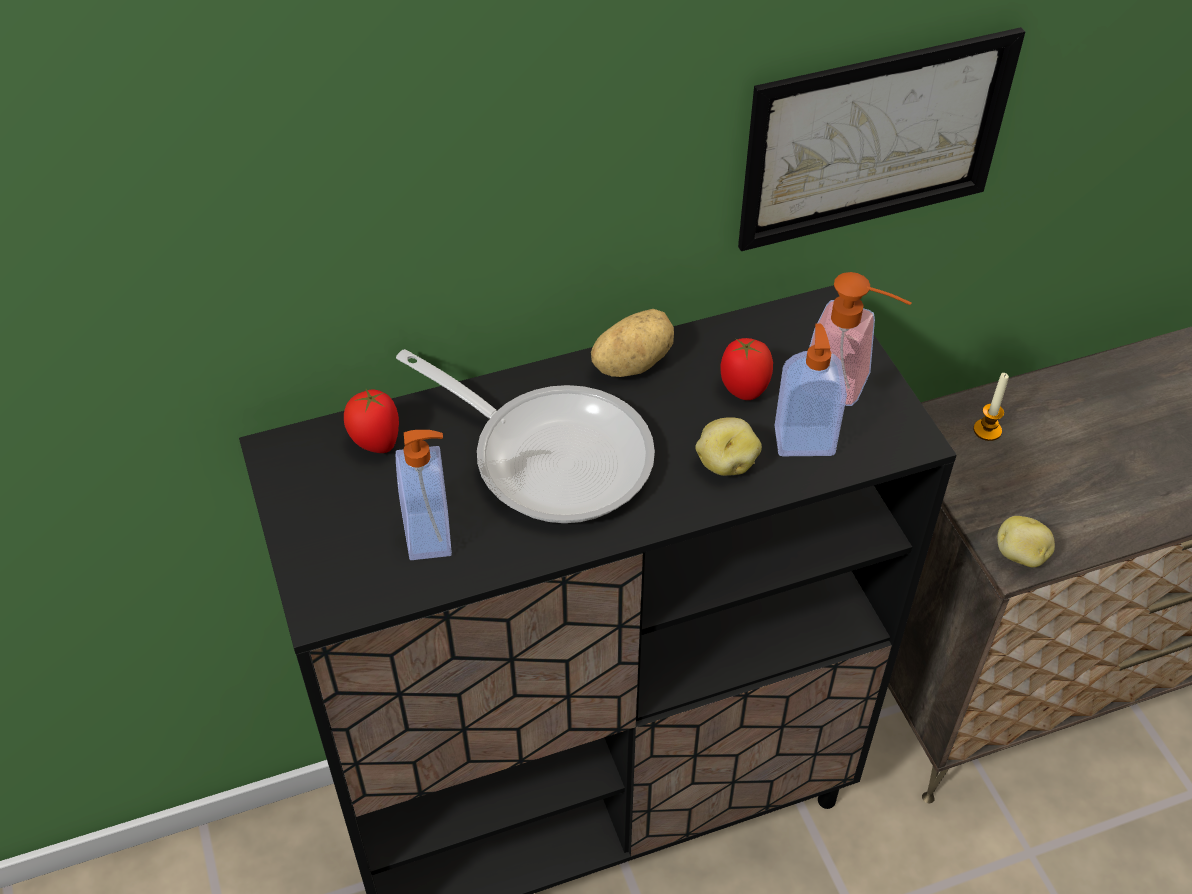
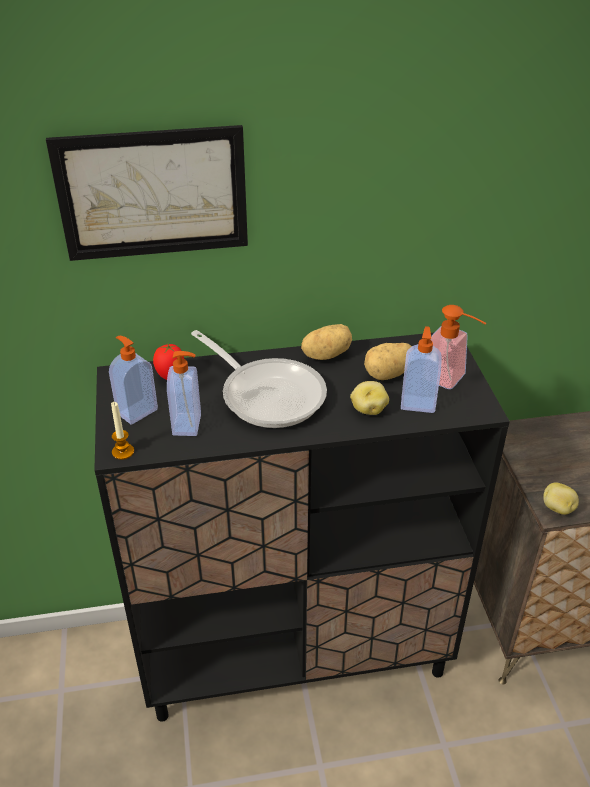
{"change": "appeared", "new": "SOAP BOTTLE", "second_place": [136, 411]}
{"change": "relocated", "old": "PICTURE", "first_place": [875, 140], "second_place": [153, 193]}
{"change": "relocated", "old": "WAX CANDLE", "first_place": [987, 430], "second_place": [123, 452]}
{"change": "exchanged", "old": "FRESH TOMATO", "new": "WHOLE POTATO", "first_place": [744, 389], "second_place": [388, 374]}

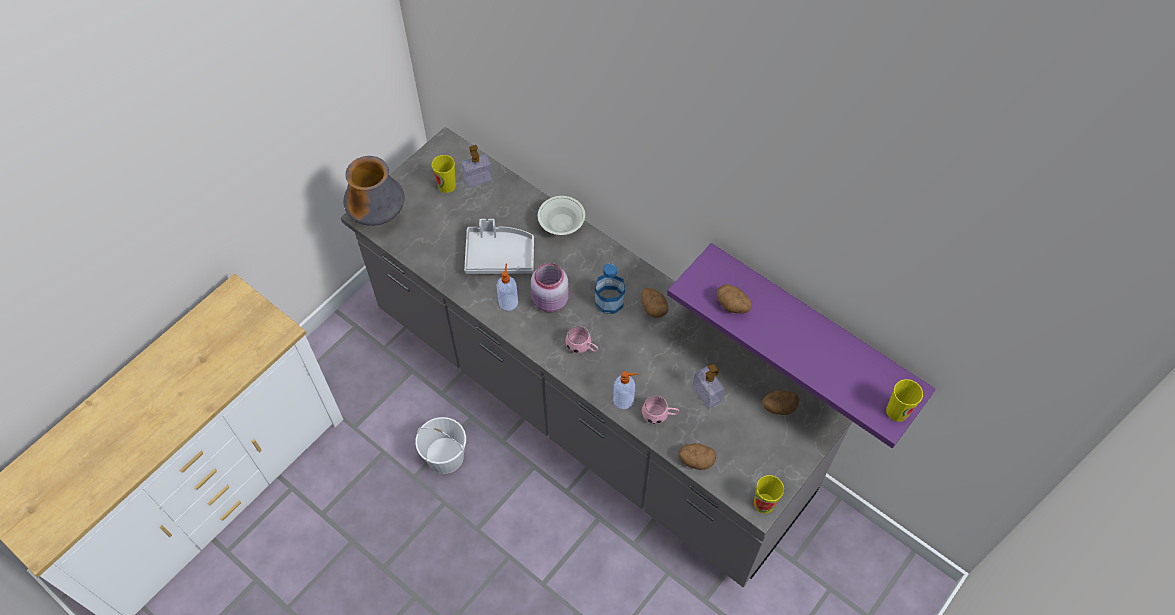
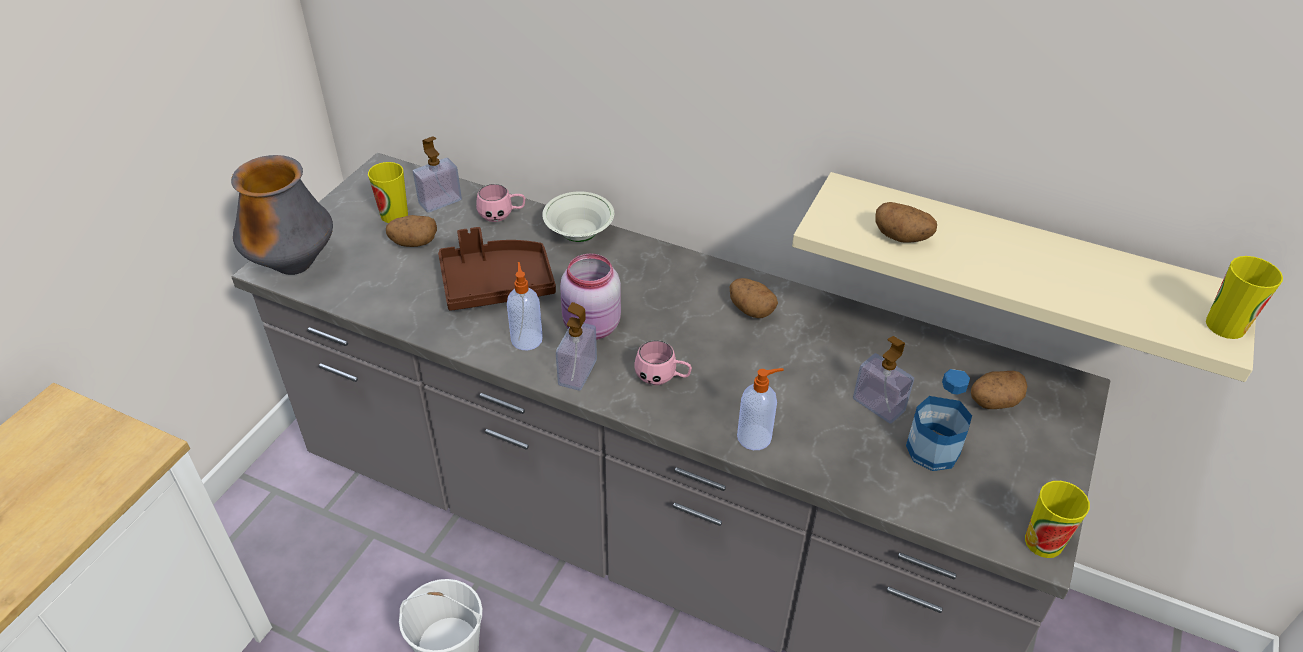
{"change": "appeared", "new": "SOAP BOTTLE", "second_place": [577, 372]}
{"change": "relocated", "old": "BEVERAGE BOTTLE", "first_place": [609, 301], "second_place": [932, 450]}
{"change": "relocated", "old": "PINK-COLOURED COFFEE MUG", "first_place": [659, 415], "second_place": [502, 215]}
{"change": "relocated", "old": "WHOLE POTATO", "first_place": [696, 460], "second_place": [413, 242]}
{"change": "colour", "old": "GREYISH CARRYING TRAY", "new": "BROWN CARRYING TRAY", "first_place": [499, 256], "second_place": [496, 284]}
{"change": "colour", "old": "PURPLE-COLOURED WALL SHELF", "new": "SAND-COLOURED WALL SHELF", "first_place": [813, 328], "second_place": [1017, 265]}

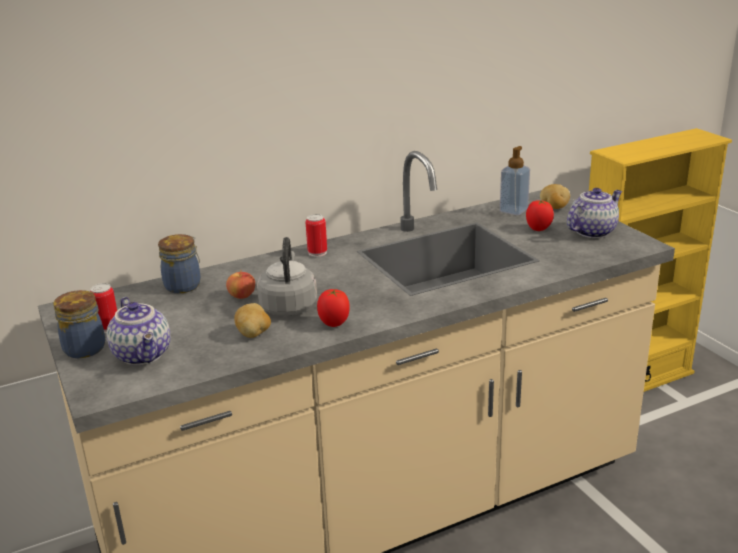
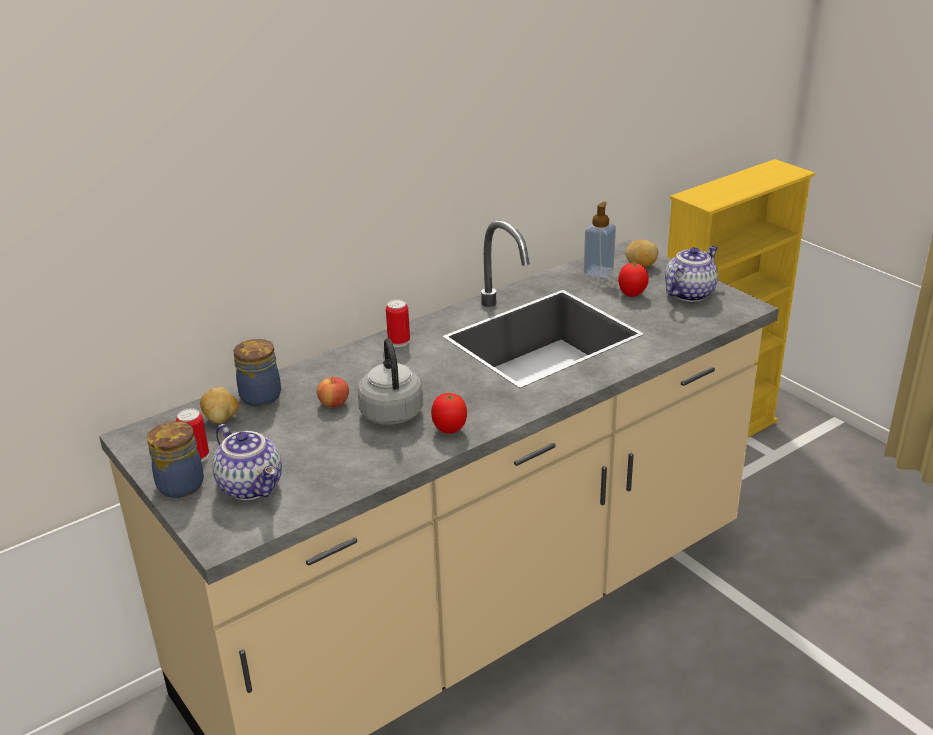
{"change": "relocated", "old": "WHOLE POTATO", "first_place": [253, 334], "second_place": [221, 419]}

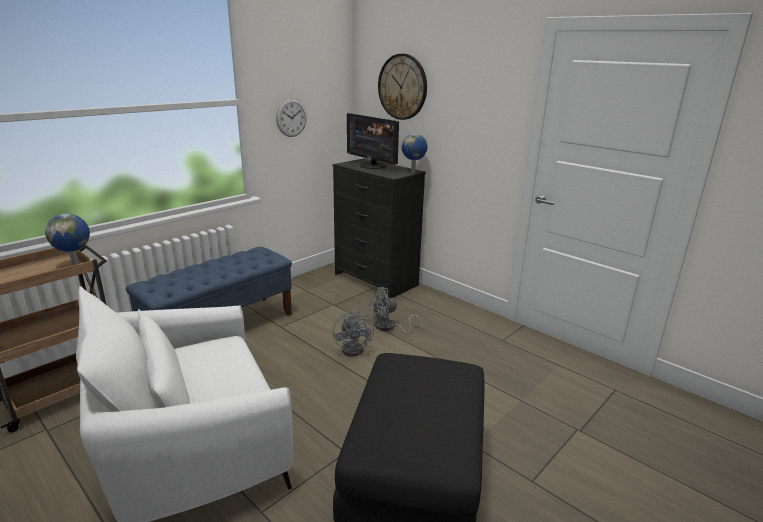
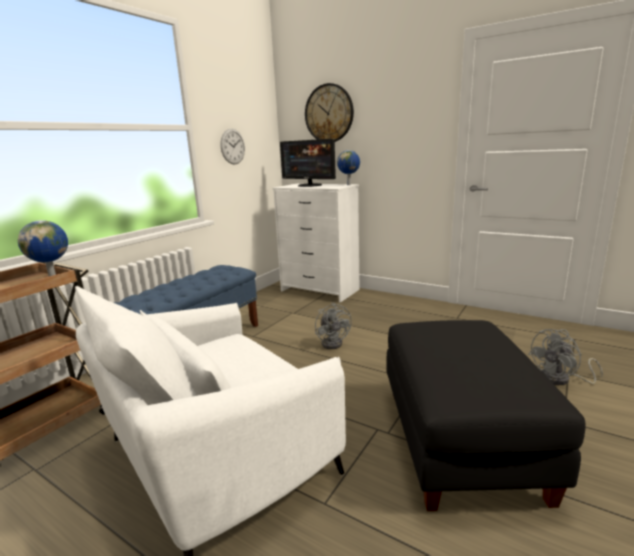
{"change": "relocated", "old": "GREYISH FAN", "first_place": [389, 327], "second_place": [561, 379]}
{"change": "colour", "old": "BLACK-COLOURED DRAWER CHEST", "new": "WHITISH DRAWER CHEST", "first_place": [375, 280], "second_place": [319, 290]}

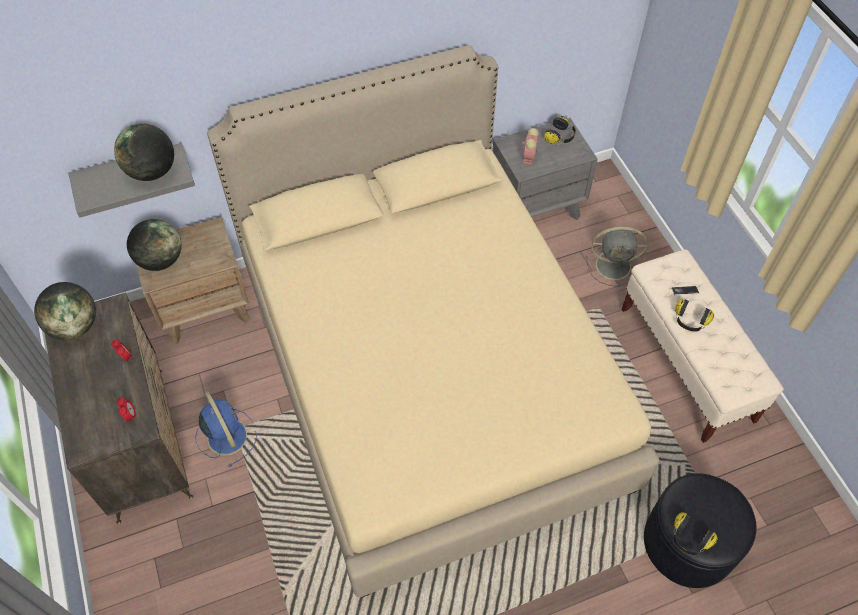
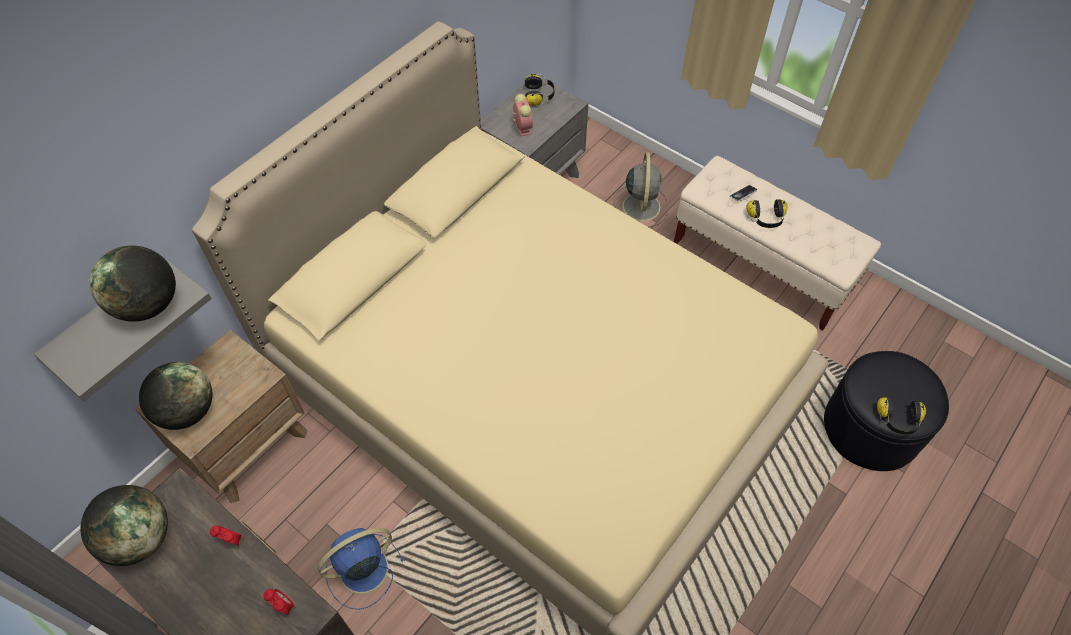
{"change": "spun", "old": "BLUE FAN", "first_place": [226, 435], "second_place": [361, 570], "degrees": -60}
{"change": "spun", "old": "GREYISH FAN", "first_place": [615, 266], "second_place": [641, 205], "degrees": -60}

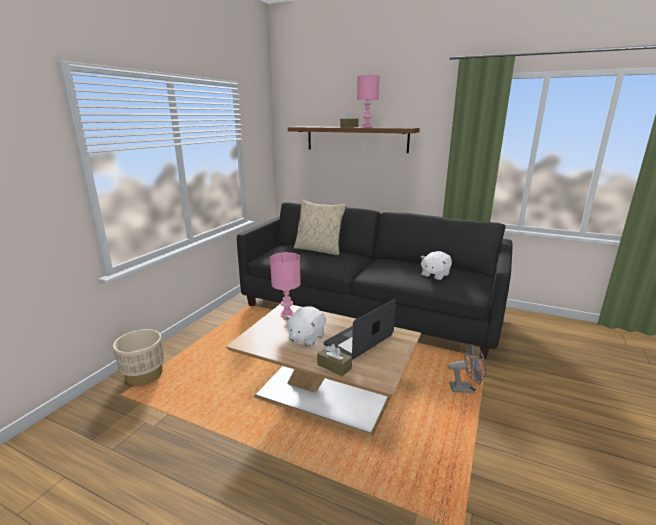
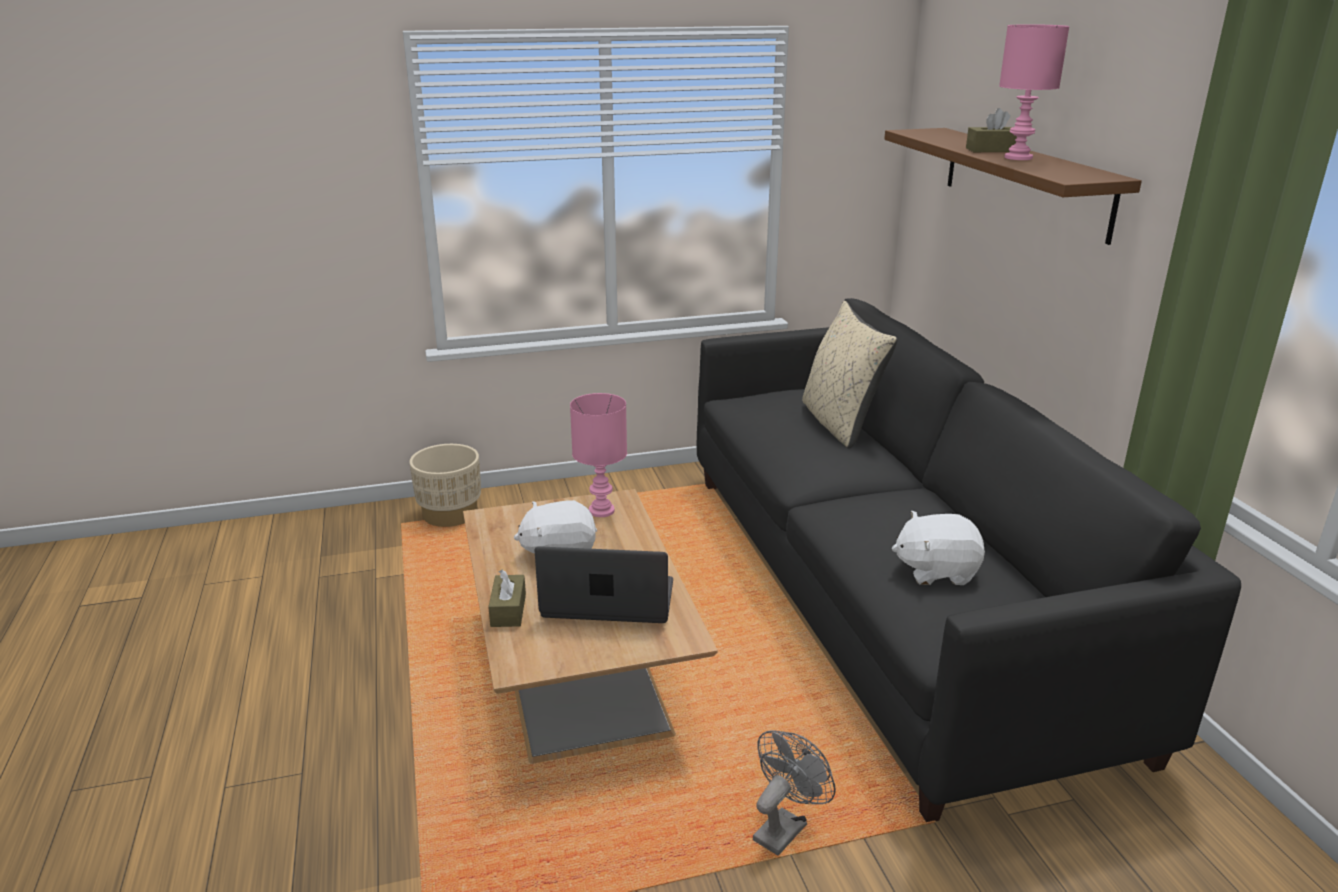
{"change": "spun", "old": "GREYISH FAN", "first_place": [466, 388], "second_place": [784, 827], "degrees": -105}

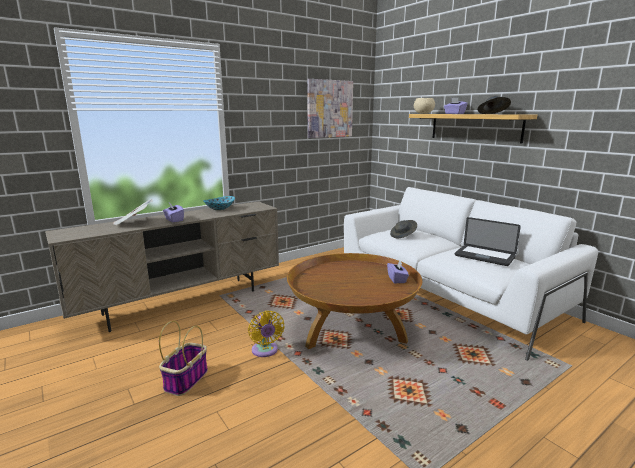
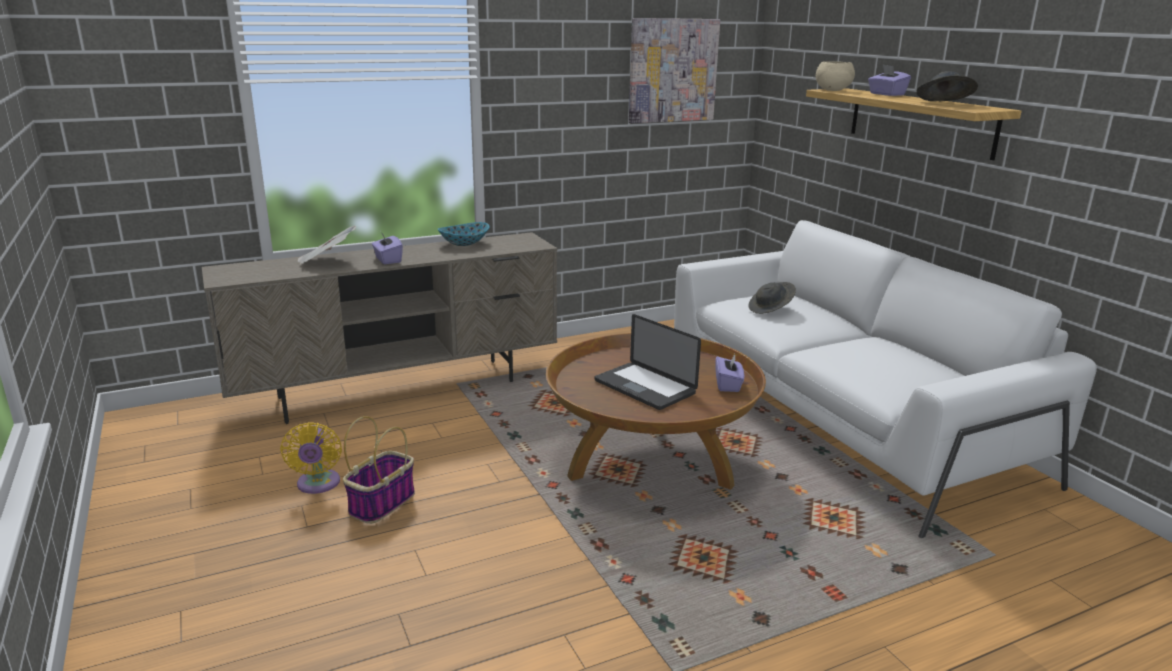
{"change": "relocated", "old": "YELLOWISH FAN", "first_place": [265, 351], "second_place": [318, 485]}
{"change": "relocated", "old": "NOTEBOOK COMPUTER", "first_place": [484, 256], "second_place": [644, 387]}

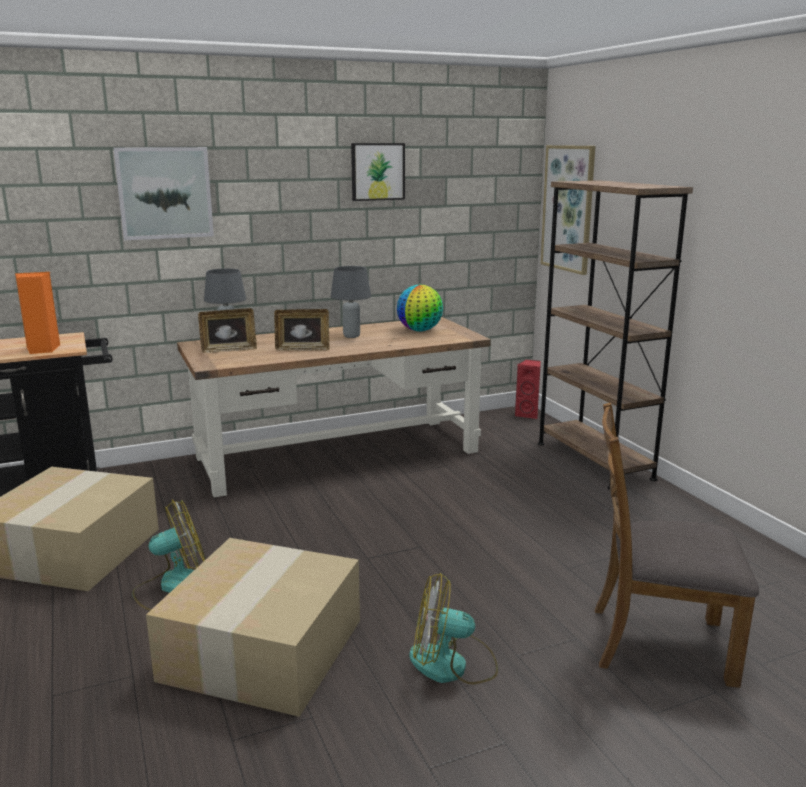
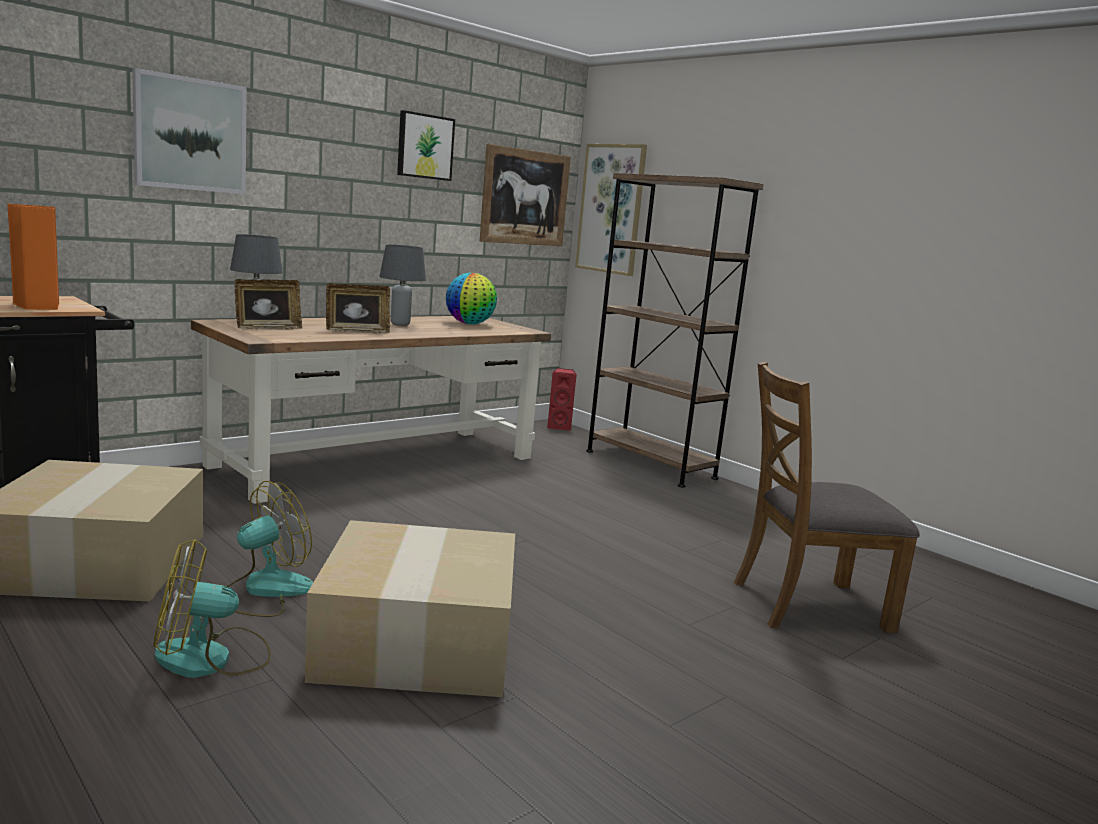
{"change": "appeared", "new": "PICTURE", "second_place": [525, 197]}
{"change": "relocated", "old": "FAN", "first_place": [452, 665], "second_place": [211, 658]}

